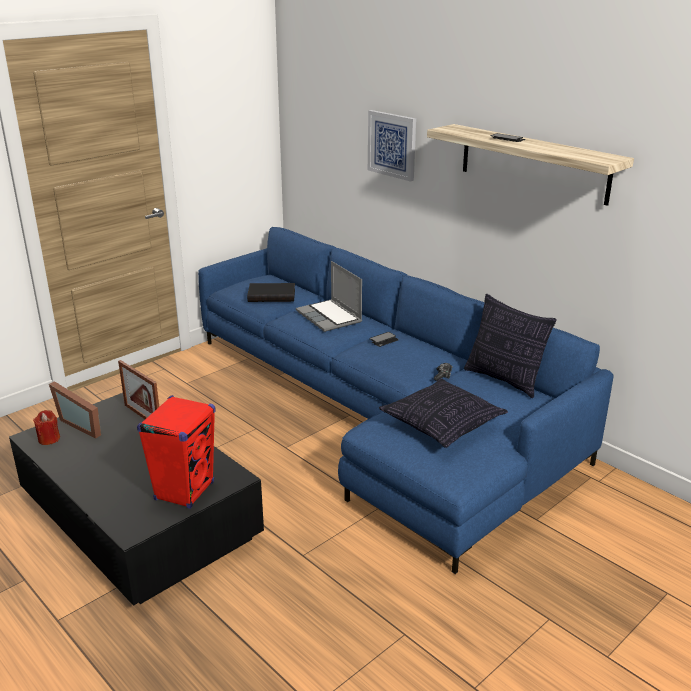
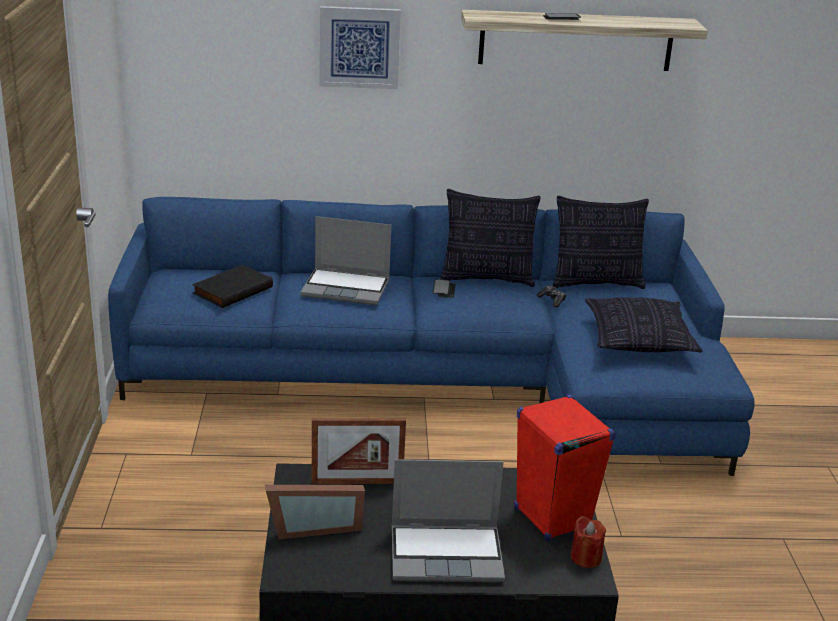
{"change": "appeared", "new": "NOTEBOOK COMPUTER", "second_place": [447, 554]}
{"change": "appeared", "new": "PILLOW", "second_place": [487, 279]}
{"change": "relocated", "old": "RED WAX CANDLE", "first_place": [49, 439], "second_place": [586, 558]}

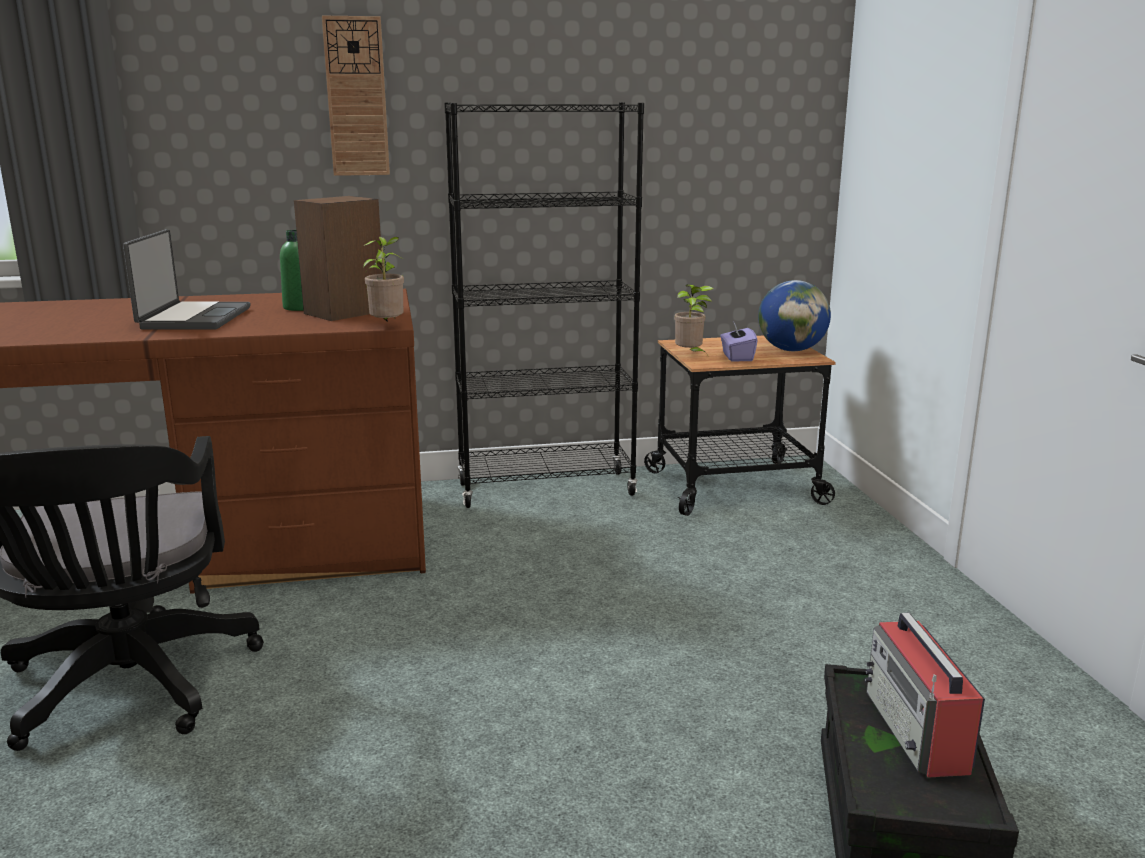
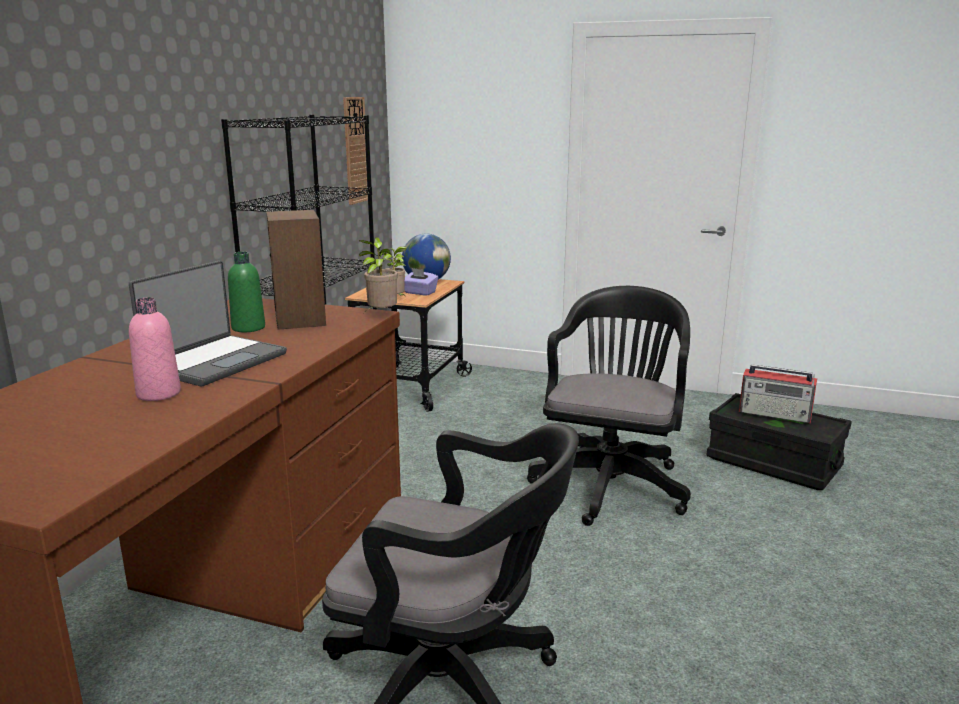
{"change": "appeared", "new": "PINK-COLOURED BEVERAGE BOTTLE", "second_place": [158, 394]}
{"change": "appeared", "new": "BLACK-COLOURED COMPUTER CHAIR", "second_place": [611, 483]}
{"change": "relocated", "old": "CLOCK ON THE WALL", "first_place": [356, 97], "second_place": [355, 150]}
{"change": "spun", "old": "NOTEBOOK COMPUTER", "first_place": [193, 318], "second_place": [215, 362], "degrees": 90}

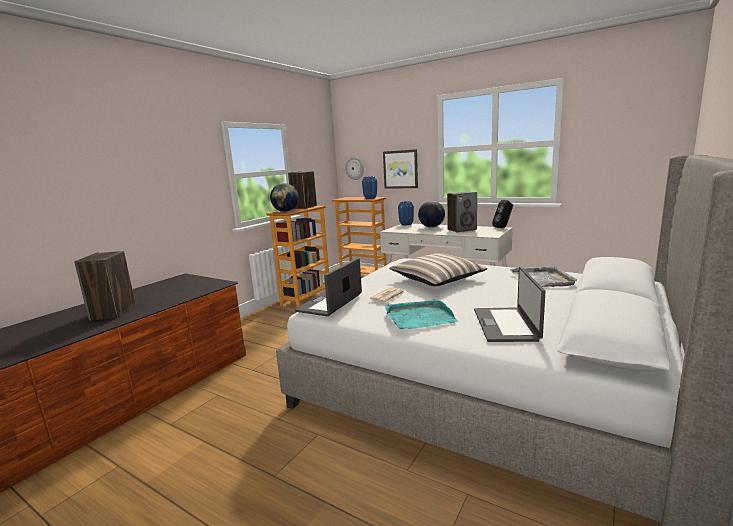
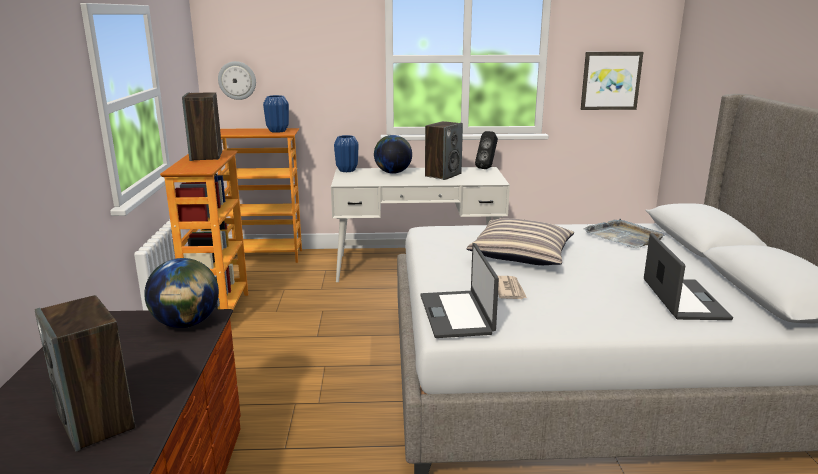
{"change": "missing", "old": "TURQUOISE-COLOURED CARRYING TRAY", "first_place": [419, 317]}
{"change": "relocated", "old": "WORLD GLOBE", "first_place": [286, 211], "second_place": [186, 324]}
{"change": "relocated", "old": "PICTURE", "first_place": [400, 169], "second_place": [610, 80]}
{"change": "spun", "old": "NOTEBOOK COMPUTER", "first_place": [506, 324], "second_place": [683, 300], "degrees": -150}

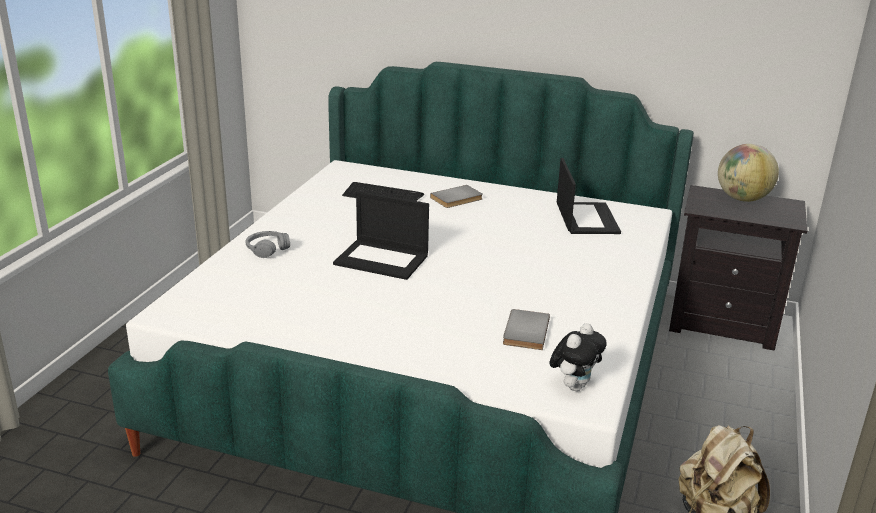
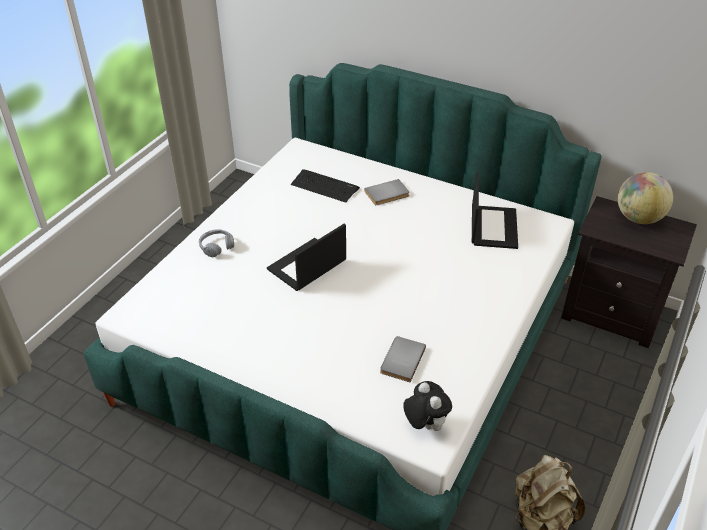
{"change": "spun", "old": "NOTEBOOK COMPUTER", "first_place": [382, 259], "second_place": [307, 266], "degrees": 105}
{"change": "spun", "old": "CUDDLY TOY", "first_place": [574, 385], "second_place": [424, 424], "degrees": -75}

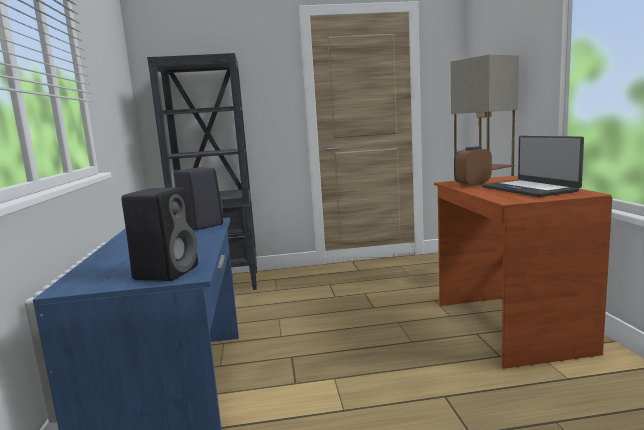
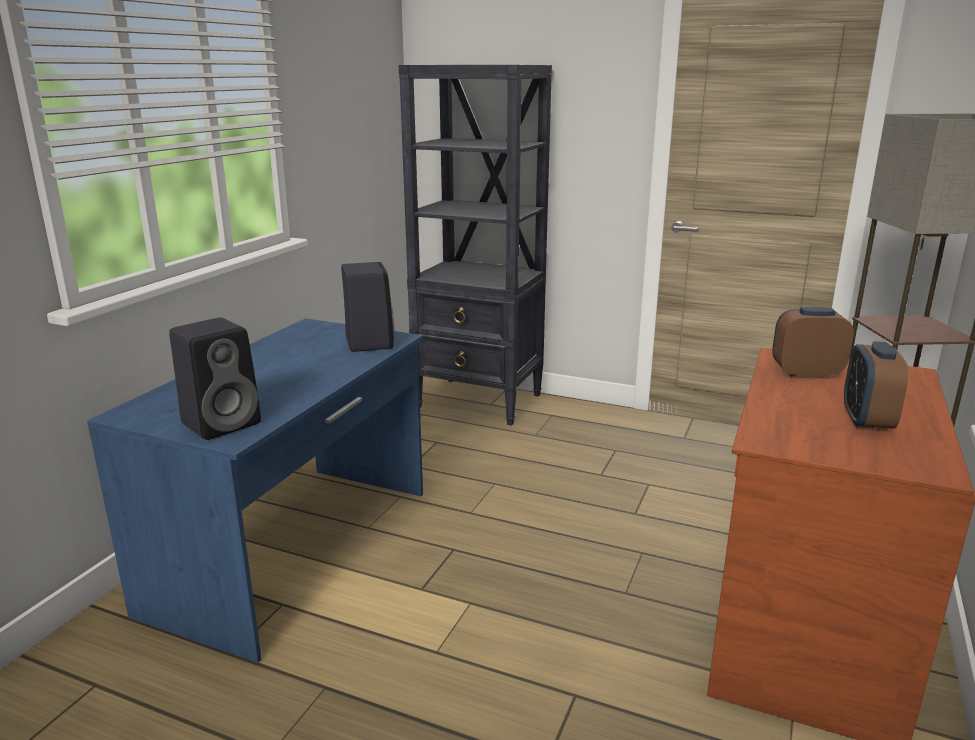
{"change": "exchanged", "old": "NOTEBOOK COMPUTER", "new": "BEDSIDE CLOCK", "first_place": [529, 189], "second_place": [866, 421]}

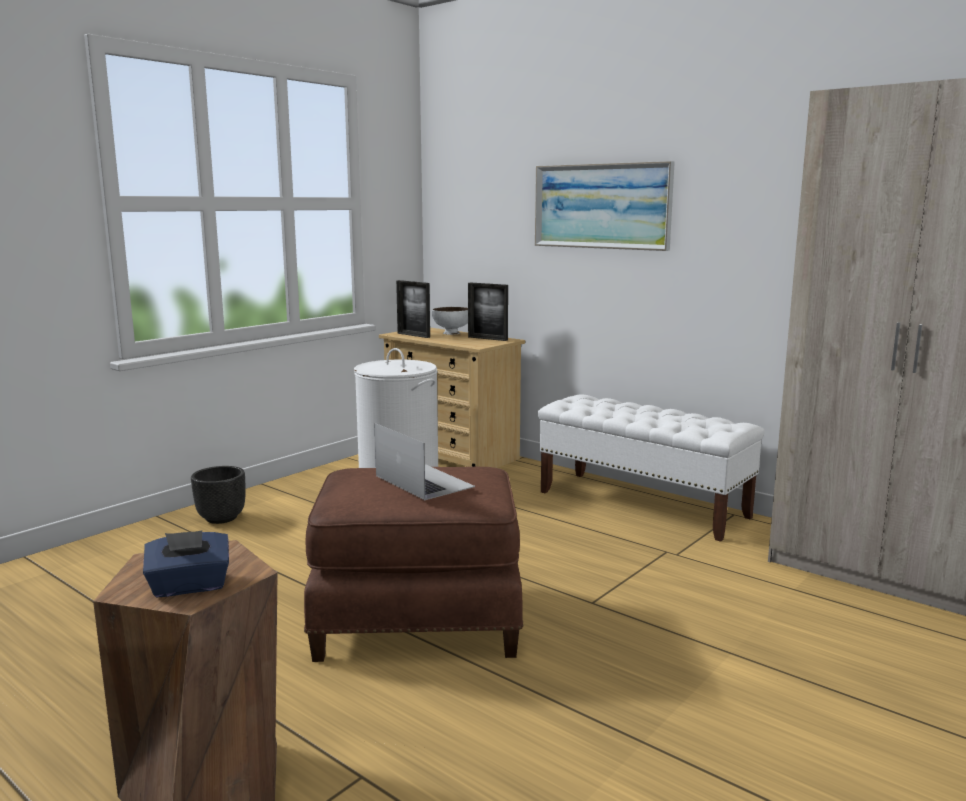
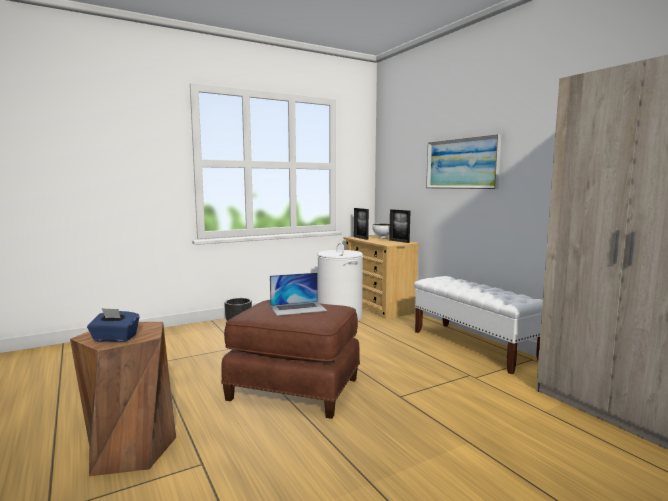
{"change": "spun", "old": "NOTEBOOK COMPUTER", "first_place": [423, 481], "second_place": [298, 308], "degrees": 90}

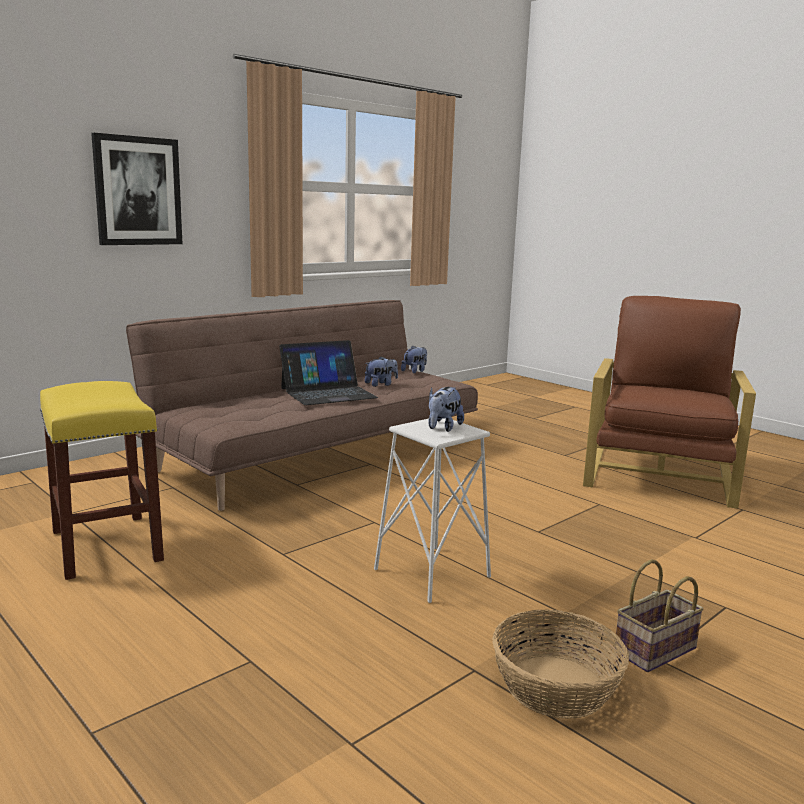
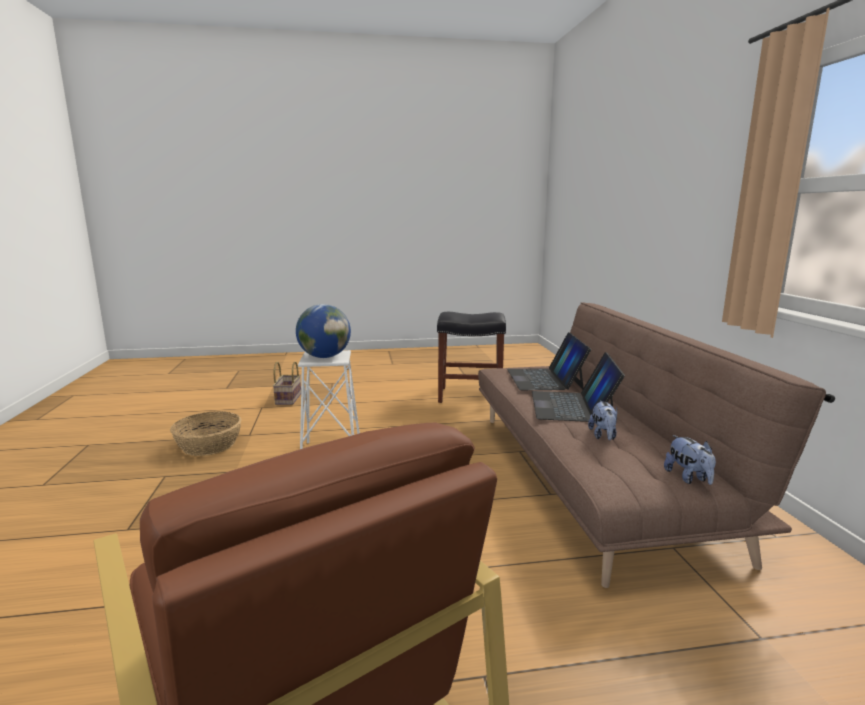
{"change": "missing", "old": "PICTURE", "first_place": [138, 191]}
{"change": "appeared", "new": "NOTEBOOK COMPUTER", "second_place": [545, 379]}
{"change": "relocated", "old": "HOUSEHOLD BASKET", "first_place": [655, 651], "second_place": [288, 398]}
{"change": "exchanged", "old": "CUDDLY TOY", "new": "WORLD GLOBE", "first_place": [443, 428], "second_place": [324, 357]}
{"change": "colour", "old": "YELLOWISH STOOL SEAT", "new": "BLACK-COLOURED STOOL SEAT", "first_place": [105, 545], "second_place": [471, 395]}

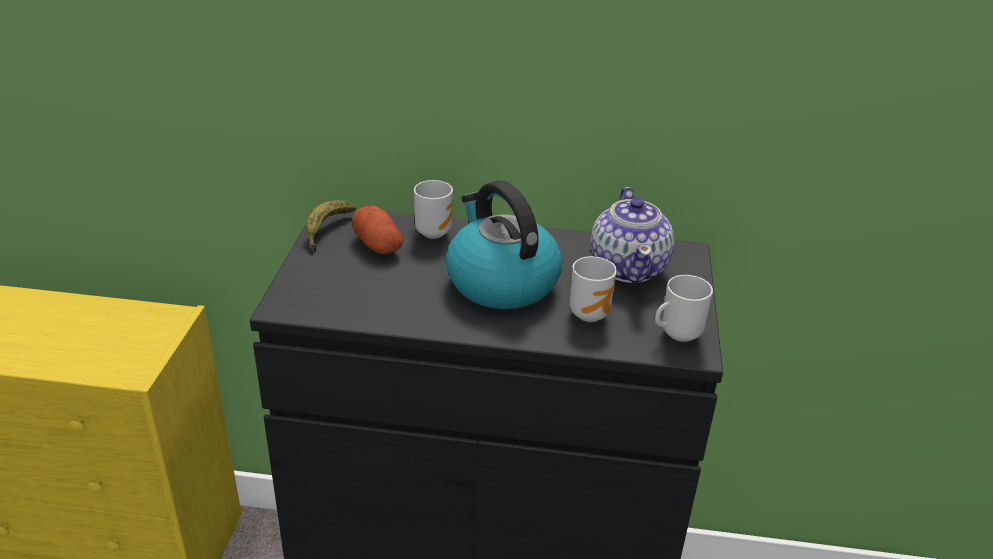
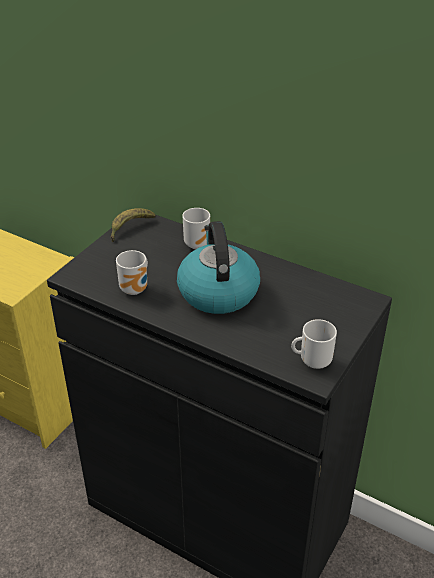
{"change": "missing", "old": "WHOLE POTATO", "first_place": [378, 245]}
{"change": "missing", "old": "TEAPOT", "first_place": [629, 267]}
{"change": "relocated", "old": "COFFEE MUG", "first_place": [591, 313], "second_place": [136, 289]}

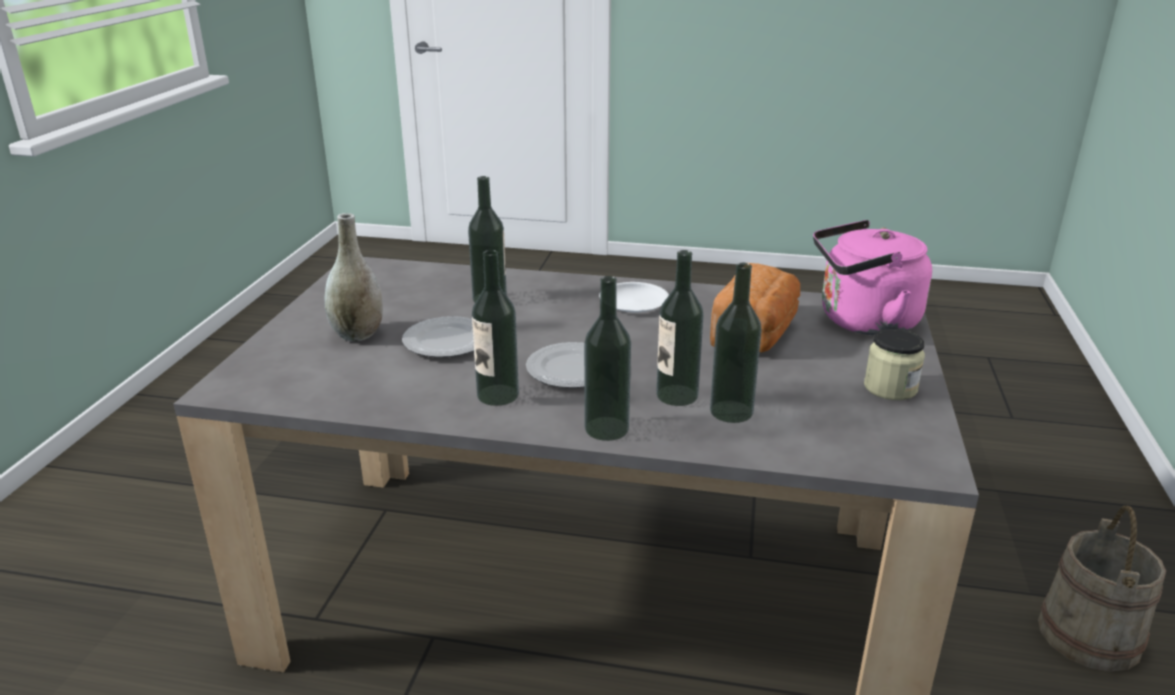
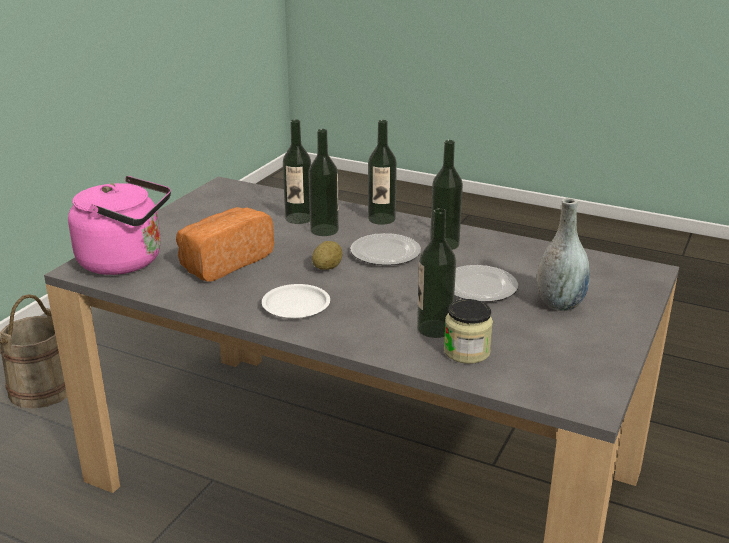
{"change": "appeared", "new": "WHOLE POTATO", "second_place": [327, 267]}
{"change": "relocated", "old": "JAR", "first_place": [890, 388], "second_place": [467, 351]}

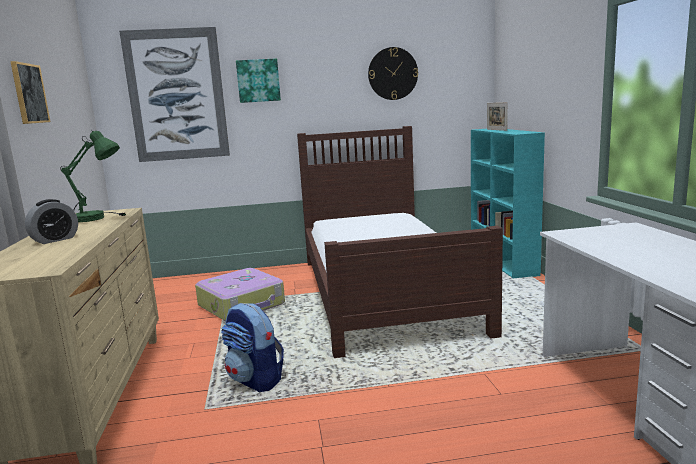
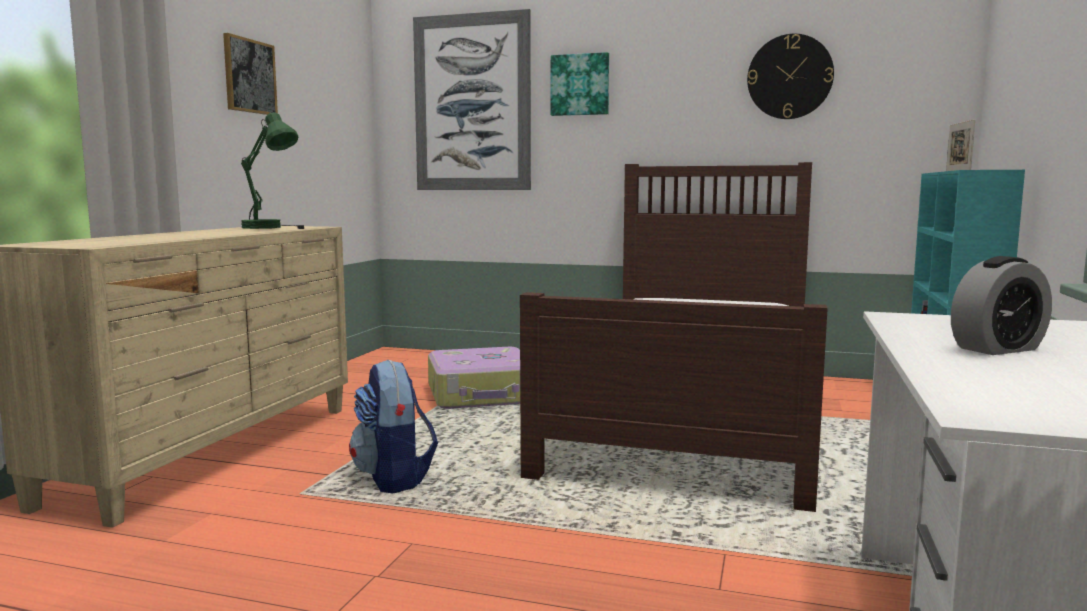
{"change": "relocated", "old": "BEDSIDE CLOCK", "first_place": [55, 240], "second_place": [997, 349]}

